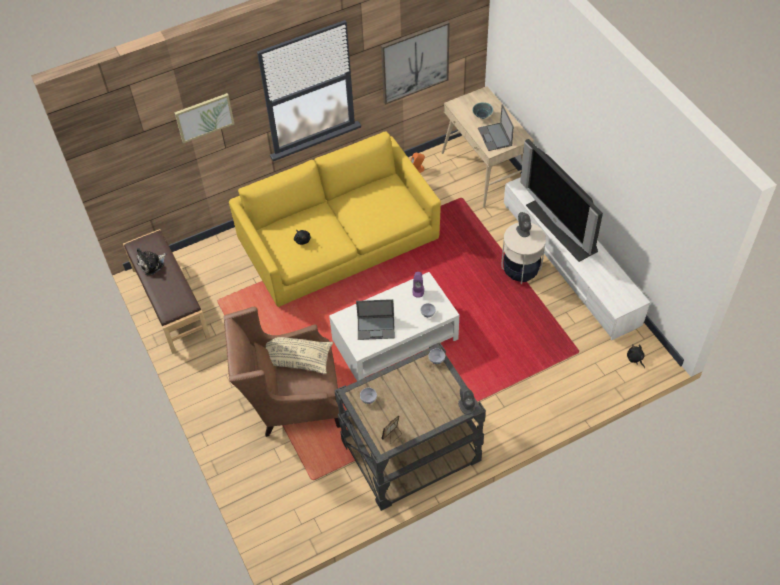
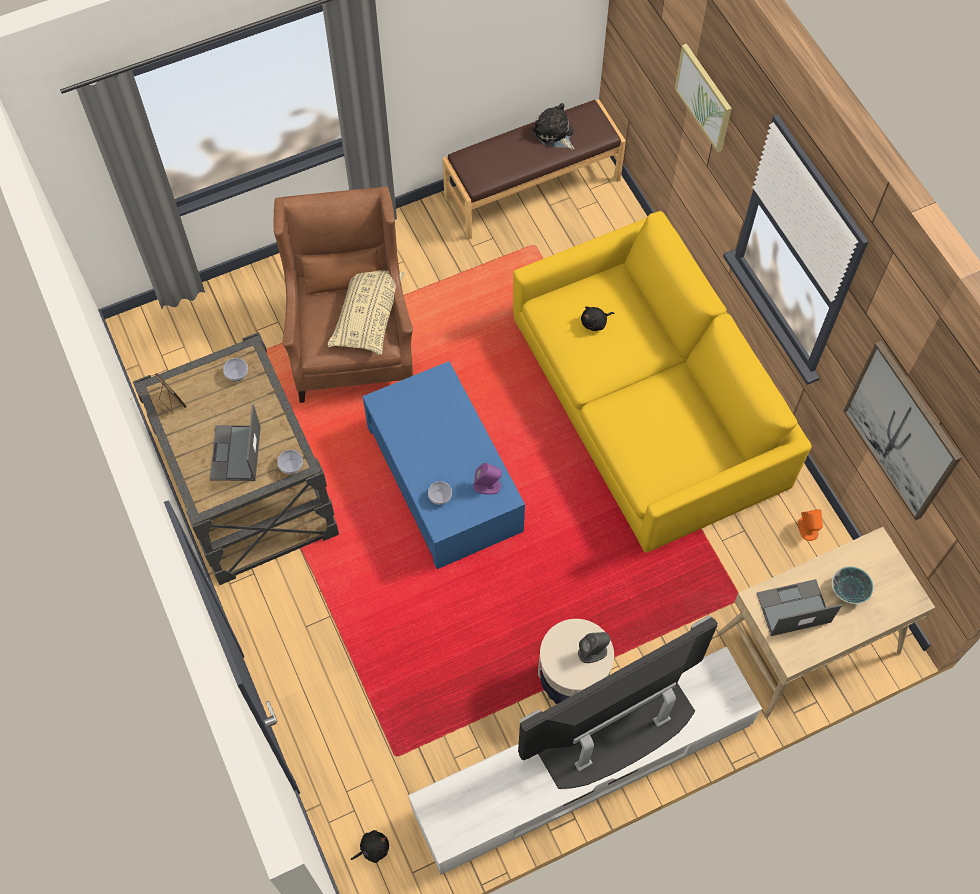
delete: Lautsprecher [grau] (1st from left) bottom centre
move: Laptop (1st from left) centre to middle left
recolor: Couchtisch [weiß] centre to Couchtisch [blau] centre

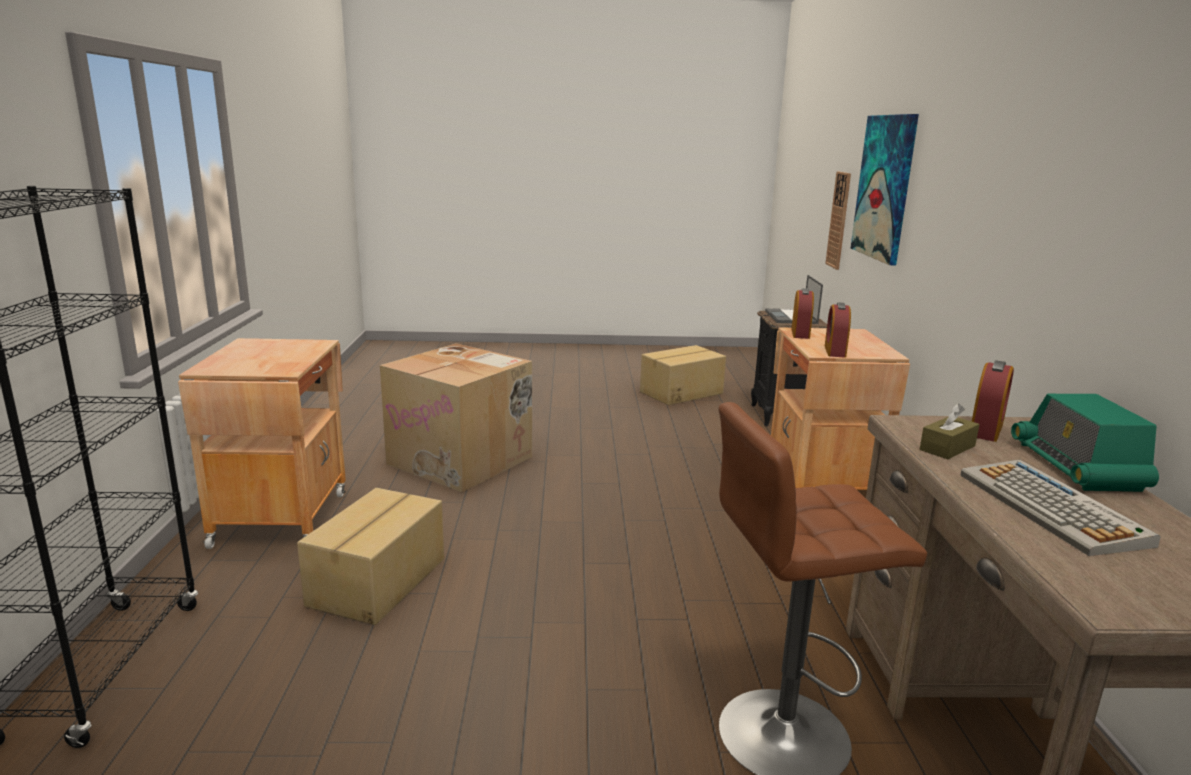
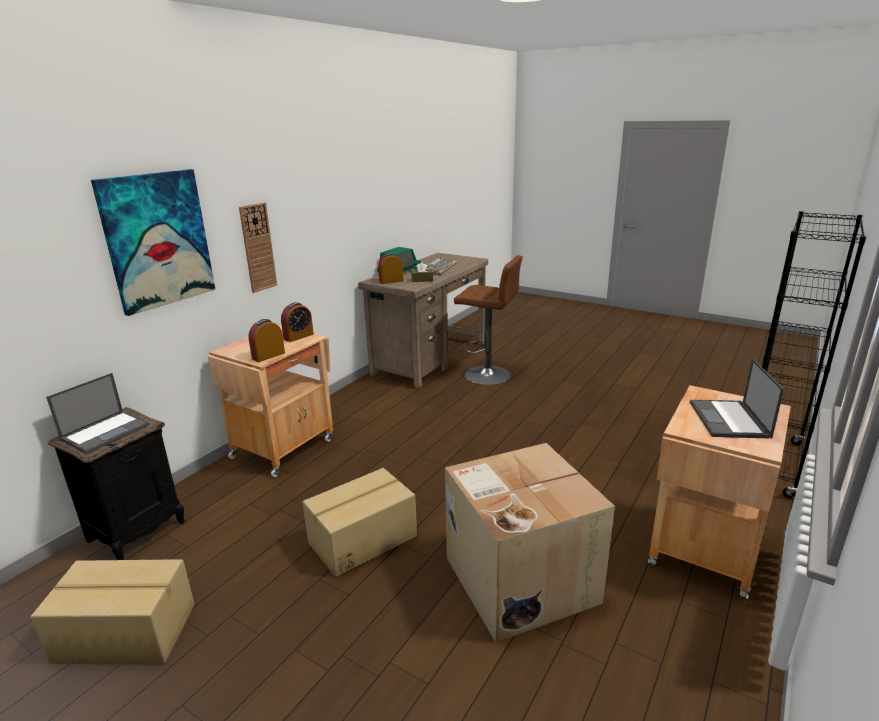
insert: Laptop (2nd from left) middle right
move: Wanduhr top right to middle left; Karton (1st from left in the first image) bottom left to Karton (2nd from left) bottom centre

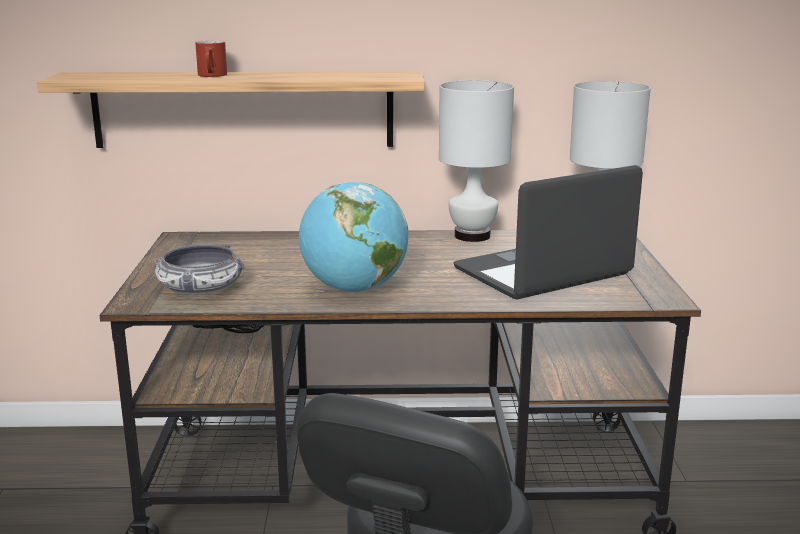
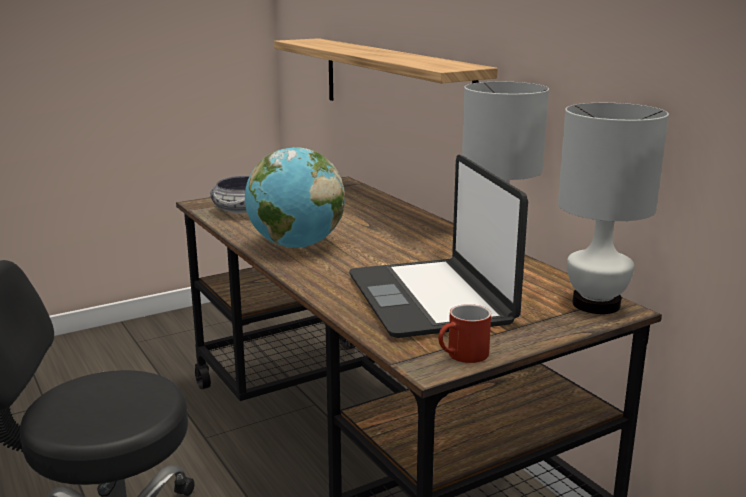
move: Henkelbecher [rot] top left to bottom centre
rotate: Laptop middle right = centre 135 degrees counterclockwise

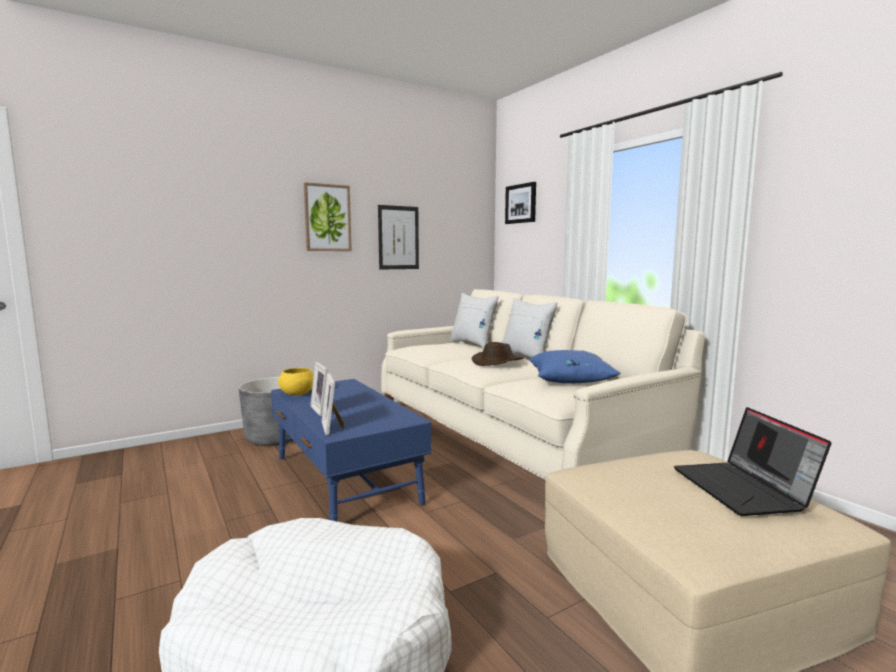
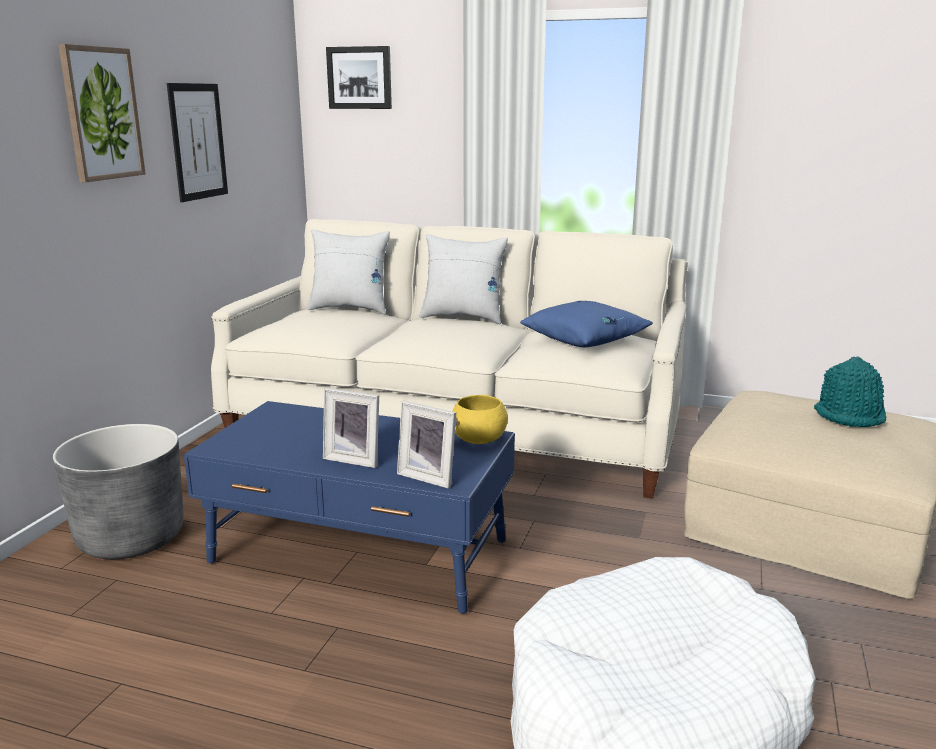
delete: Hut [braun] centre
move: Schüssel [gelb] middle left to centre
replace: Laptop bottom right to Hut [türkis] middle right

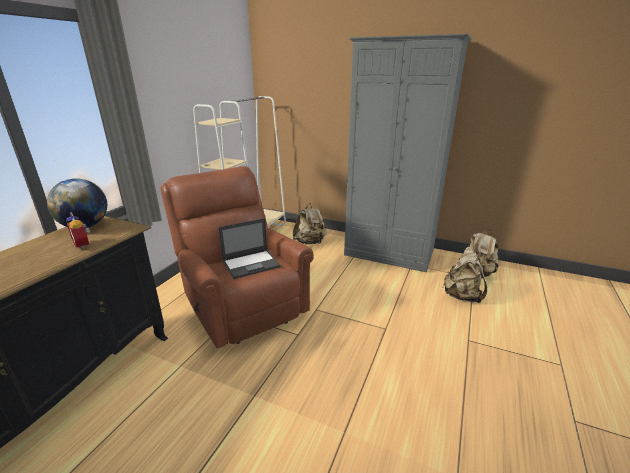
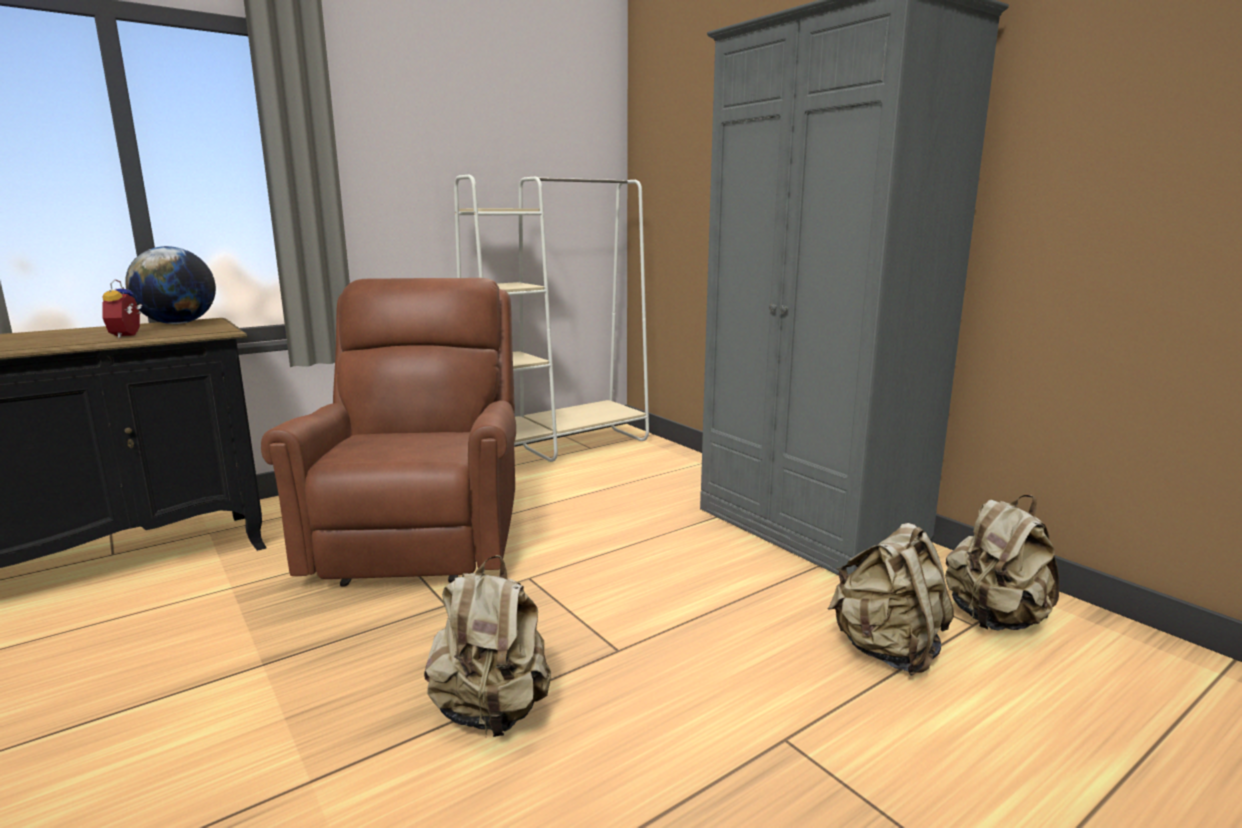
delete: Laptop centre
move: Rucksack [beige] (1st from left) centre to bottom centre

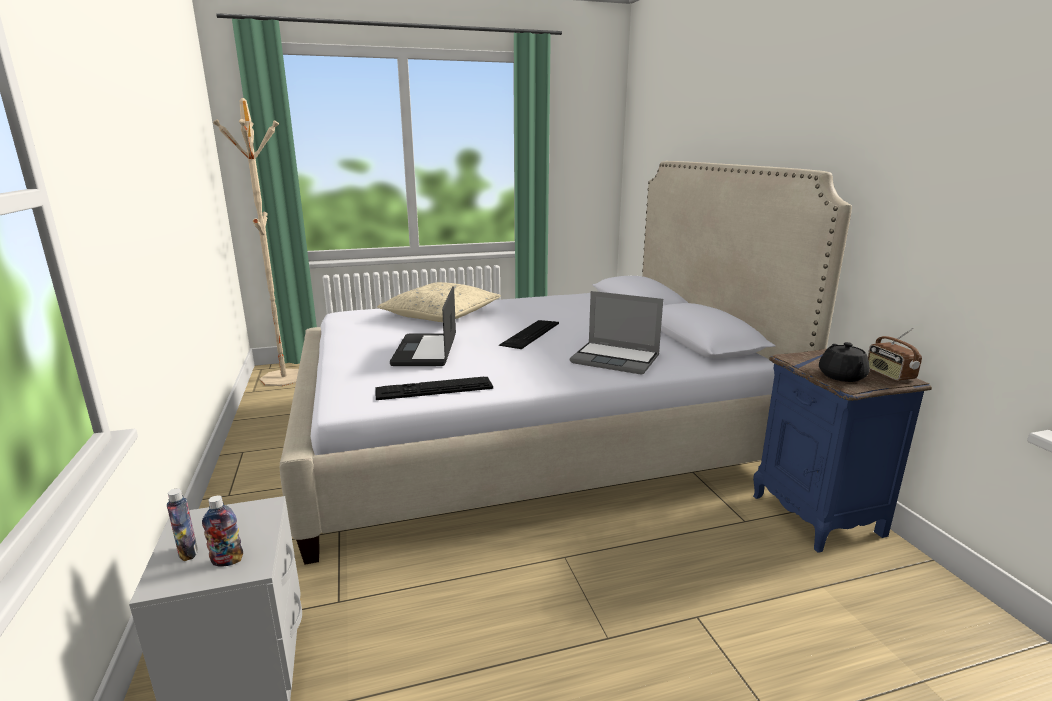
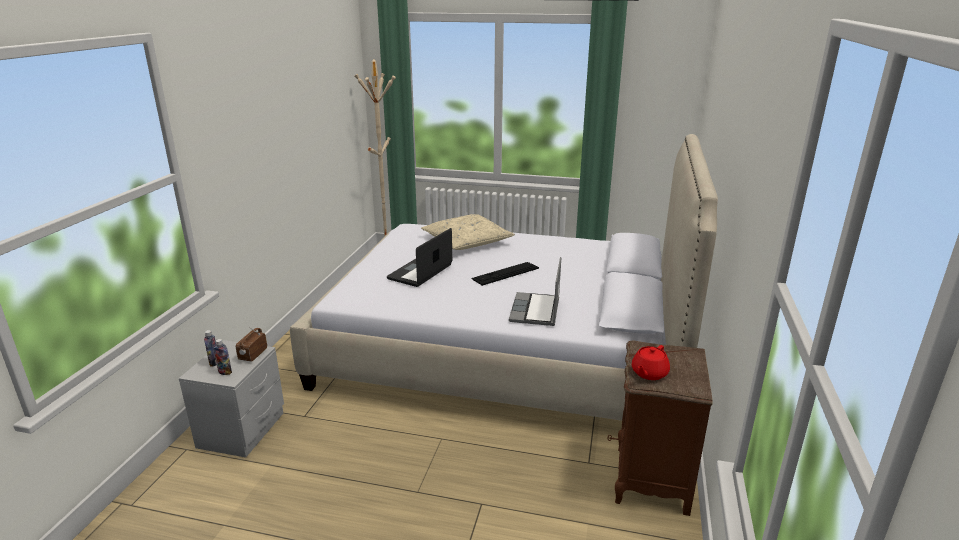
delete: Tastatur (1st from left) centre
move: Radio middle right to middle left
recolor: Nachttisch [blau] middle right to Nachttisch [braun] bottom right; Teekanne [schwarz] middle right to Teekanne [rot] bottom right
rotate: Laptop (2nd from left) centre = centre 45 degrees clockwise

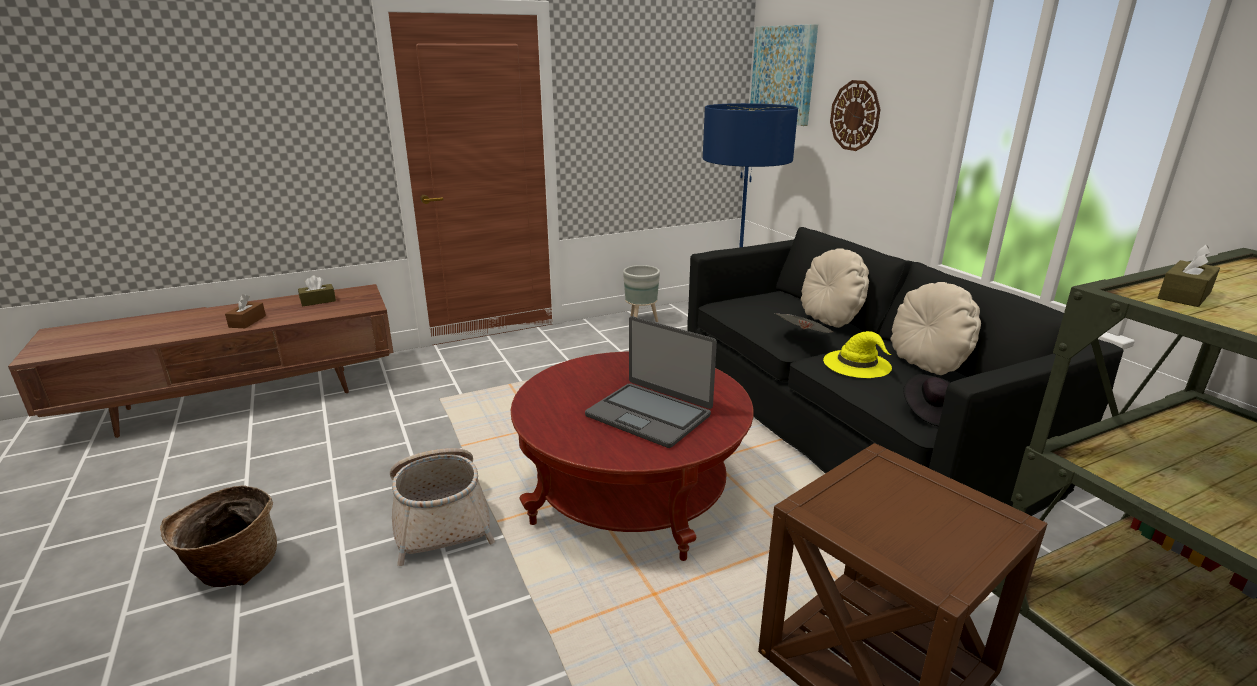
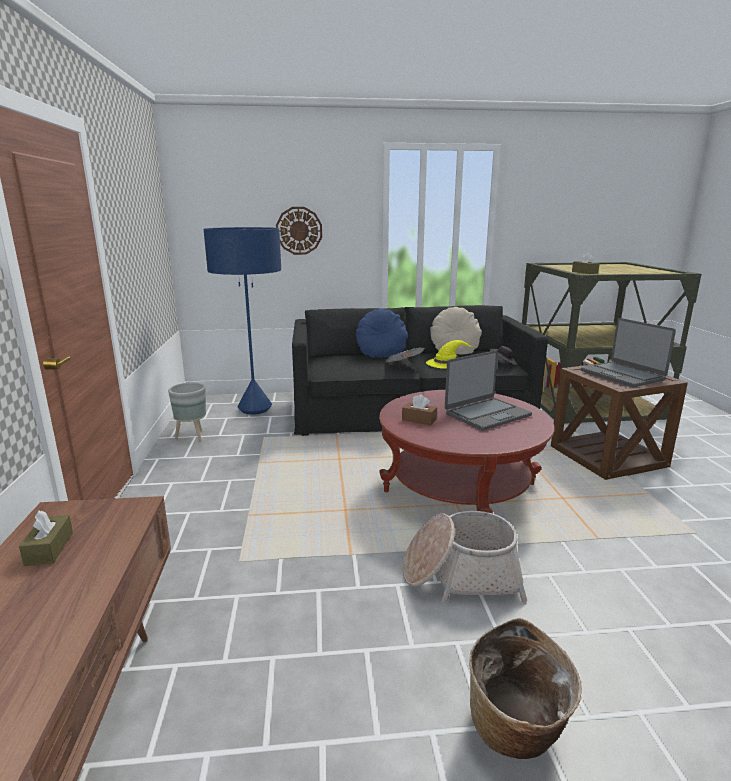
delete: Bild top centre
insert: Laptop (2nd from left) middle right
move: Taschentuchbox [braun] (1st from left in the first image) middle left to Taschentuchbox [braun] (2nd from left) centre
recolor: Kissen [beige] (1st from left) centre to Kissen [blau] centre

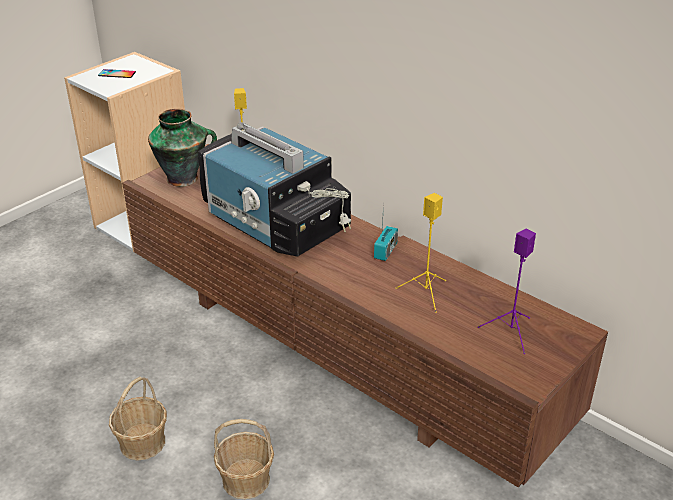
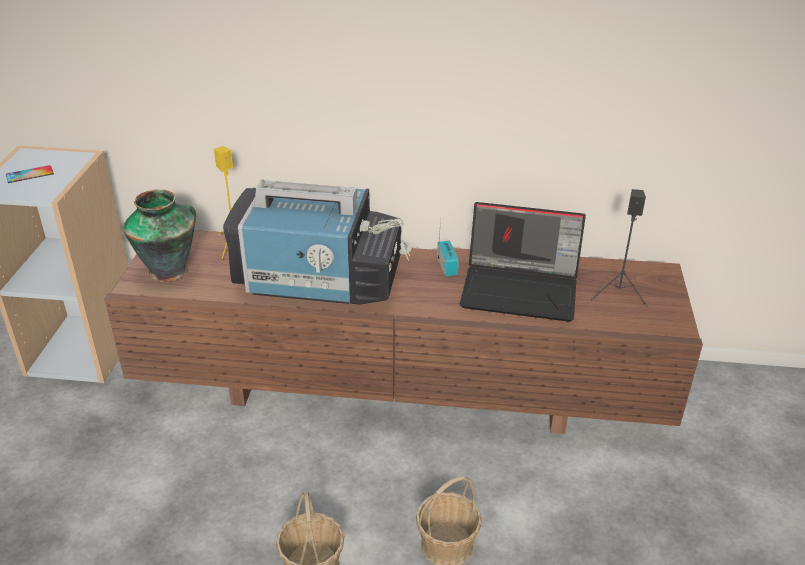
replace: Lautsprecher [gelb] (2nd from left) centre to Laptop centre
recolor: Lautsprecher [lila] middle right to Lautsprecher [schwarz] middle right

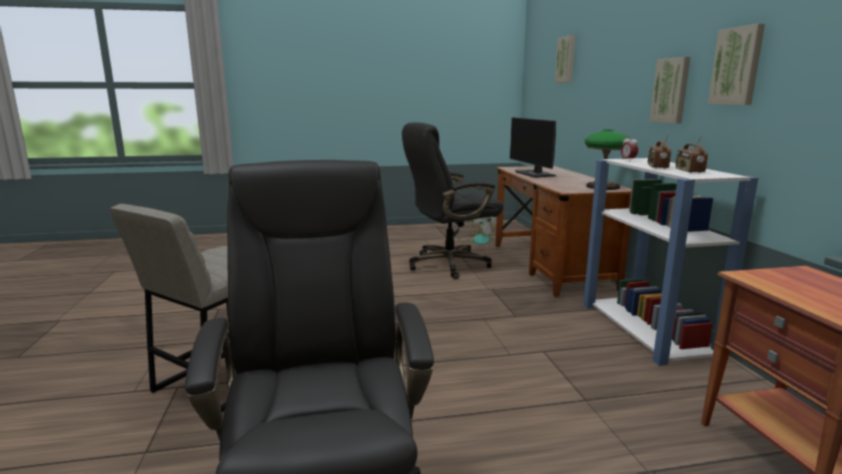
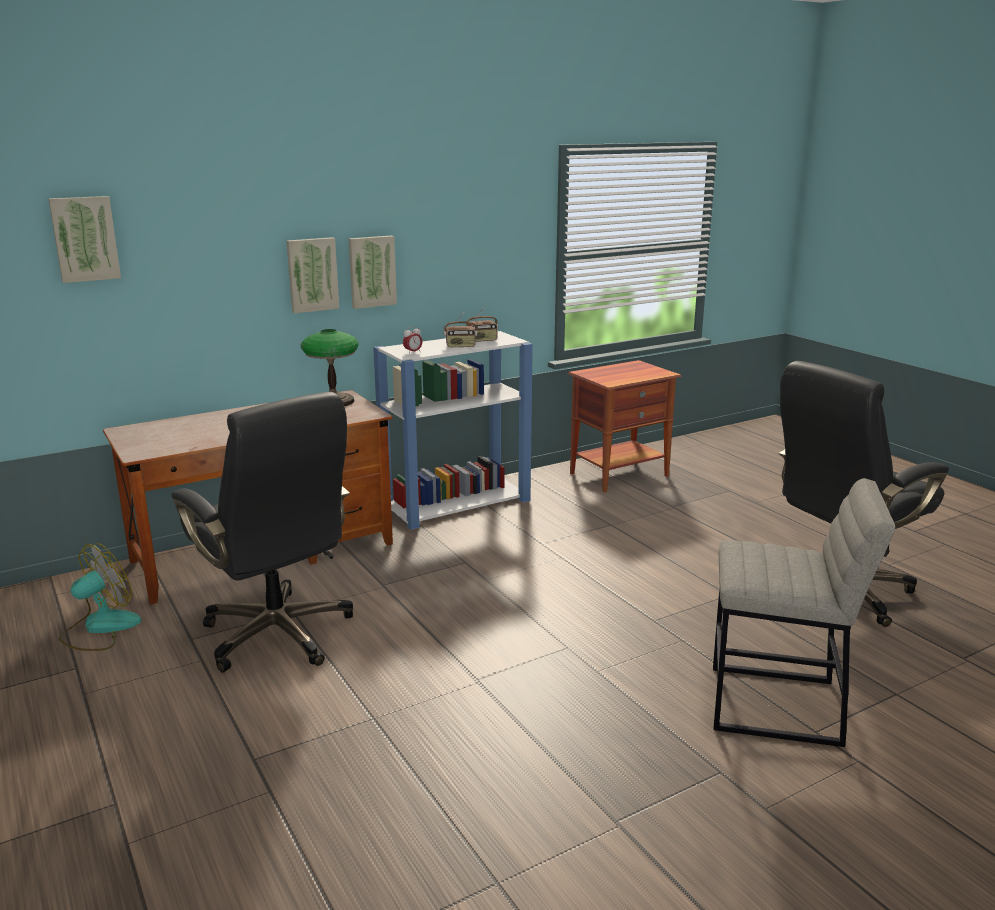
delete: Monitor top centre
move: Bild (3rd from left in the first image) top right to Bild (2nd from left) top left

